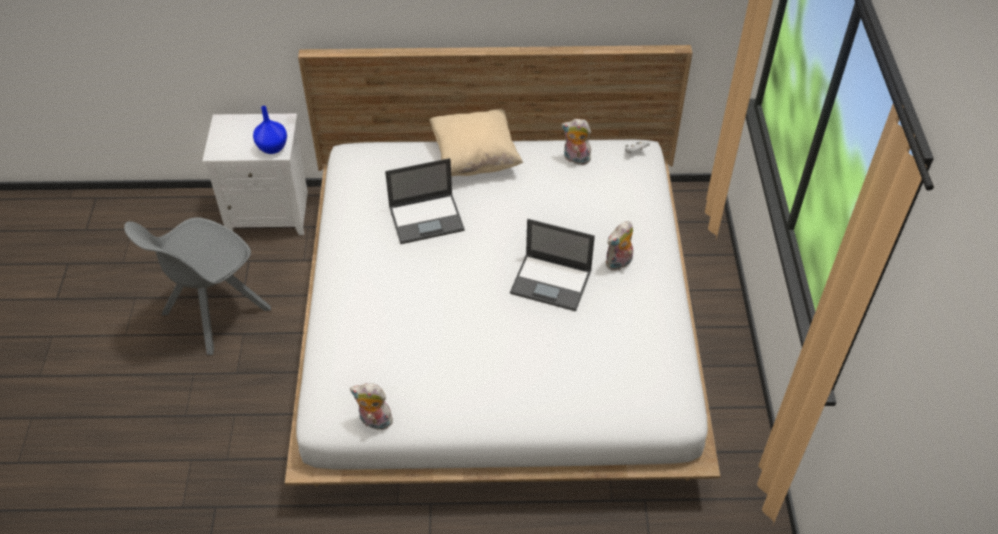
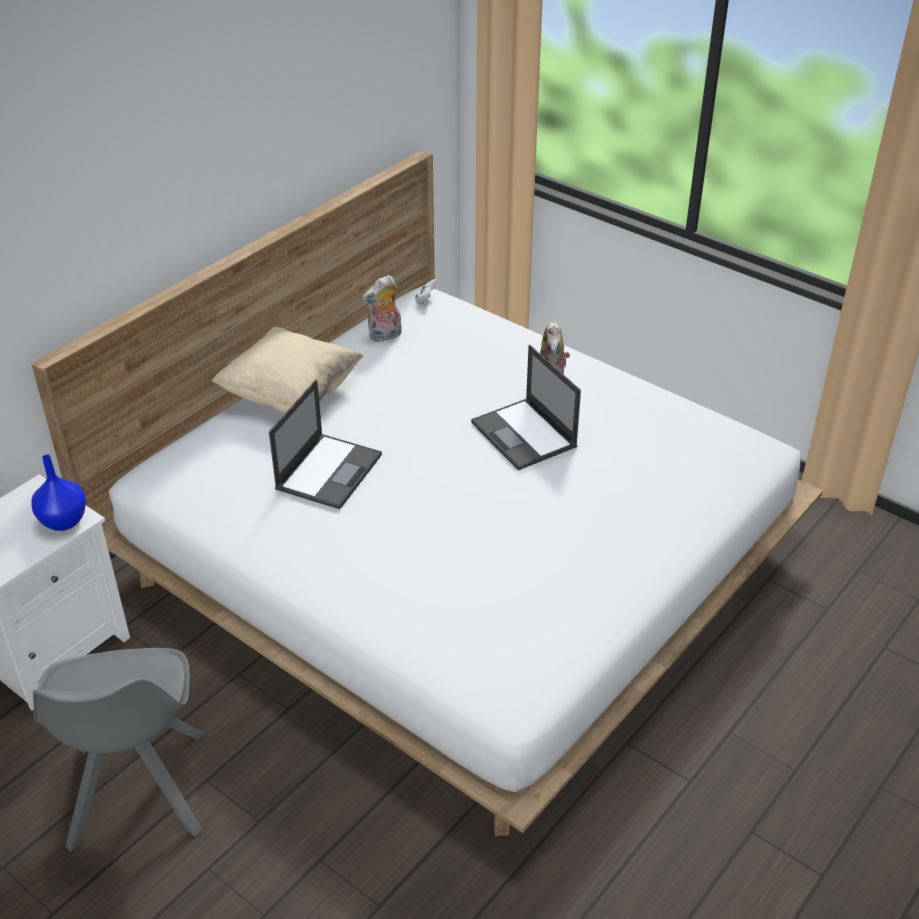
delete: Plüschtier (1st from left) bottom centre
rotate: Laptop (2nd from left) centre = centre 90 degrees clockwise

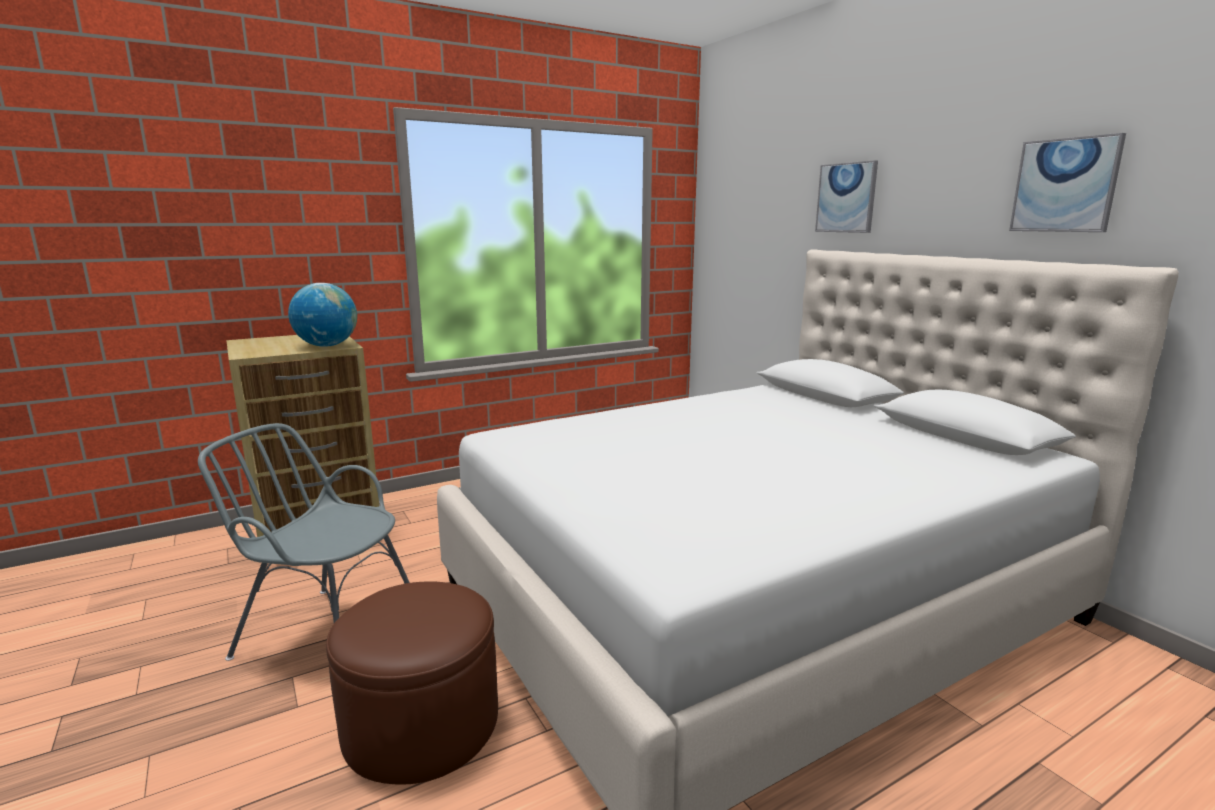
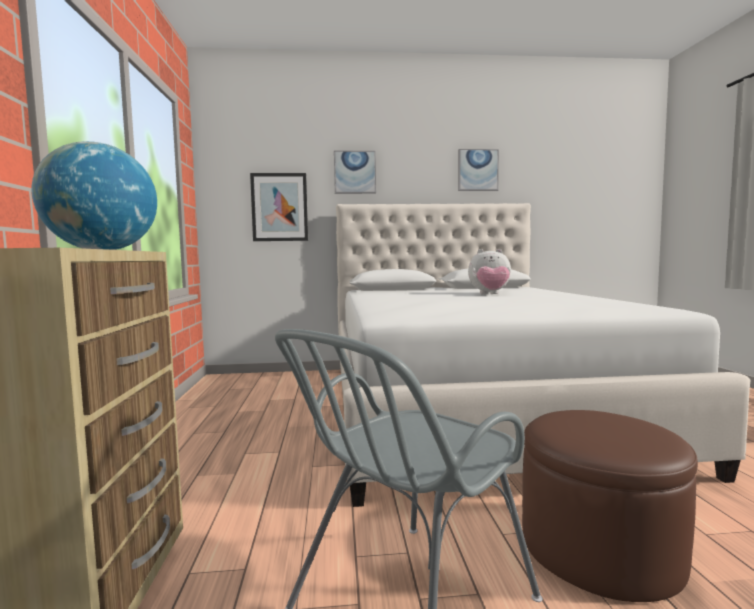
insert: Bild (1st from left) centre; Plüschtier centre

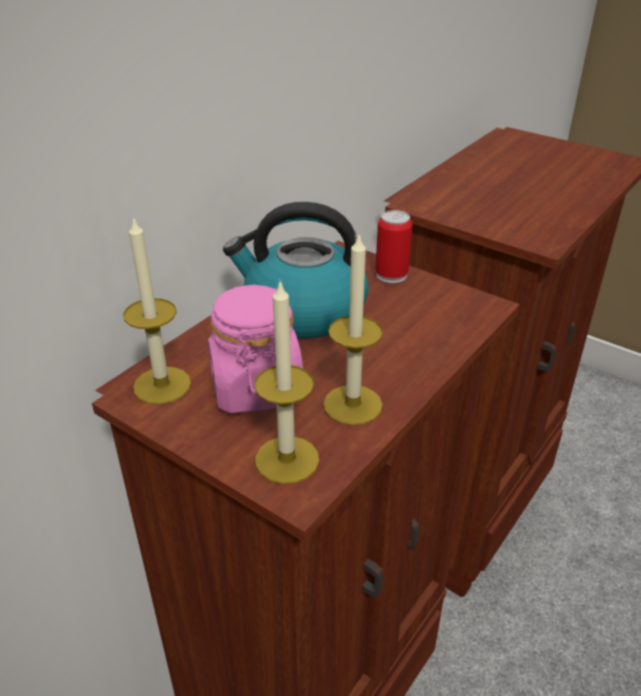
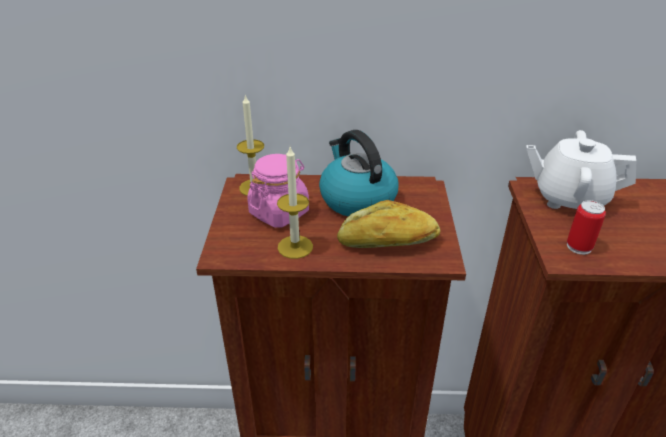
delete: Kerze (2nd from left) centre
insert: Brot centre; Teekanne [weiß] middle right
move: Dose centre to middle right

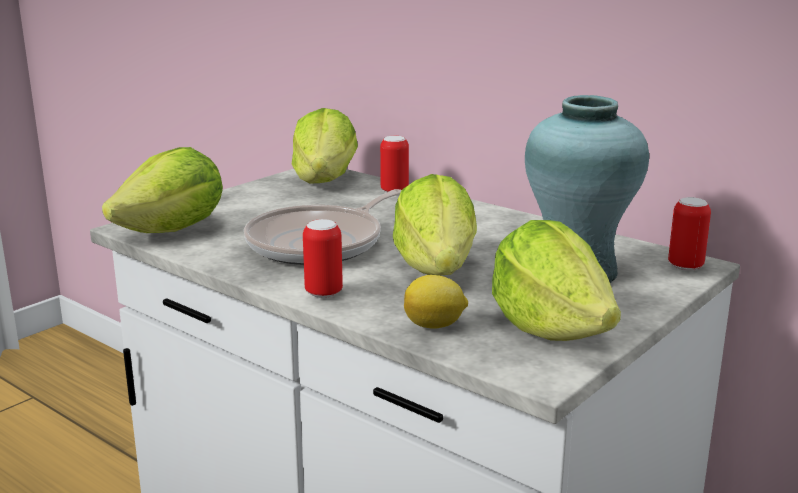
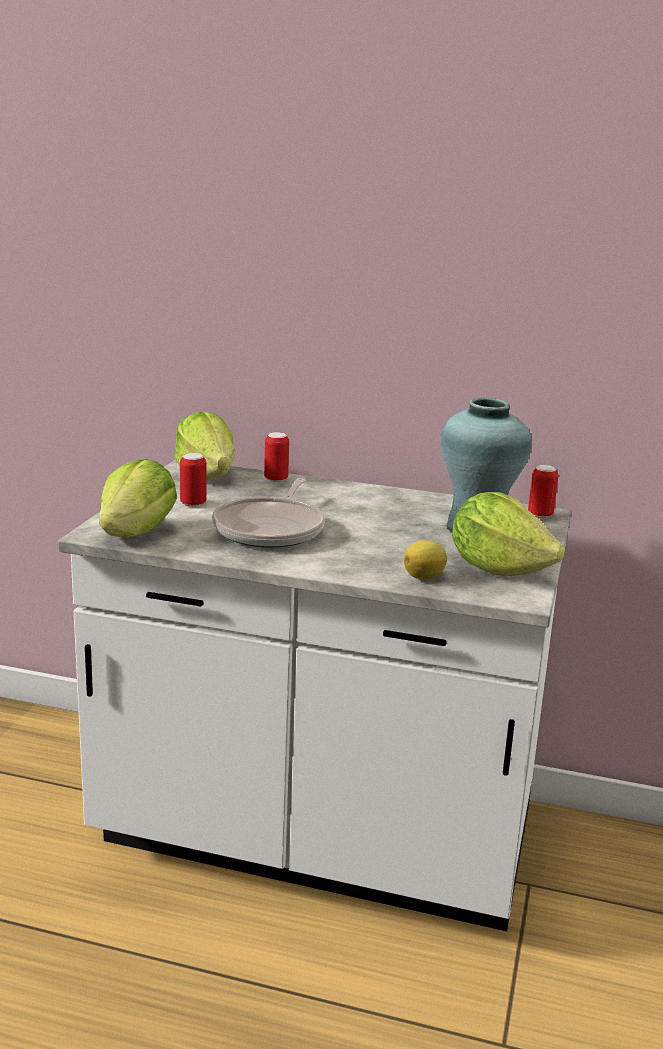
delete: Salatkopf (3rd from left) centre
move: Dose (1st from left) centre to middle left

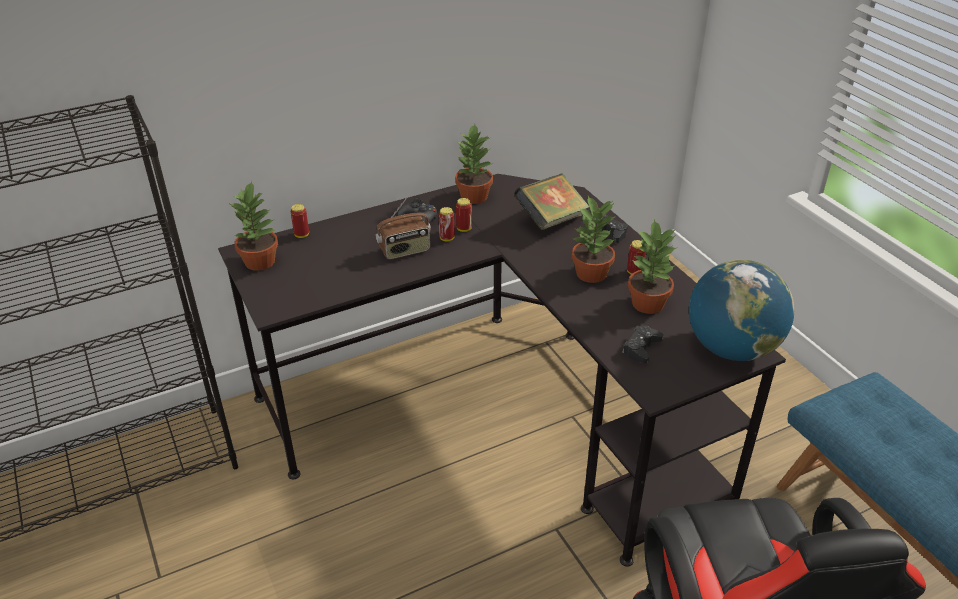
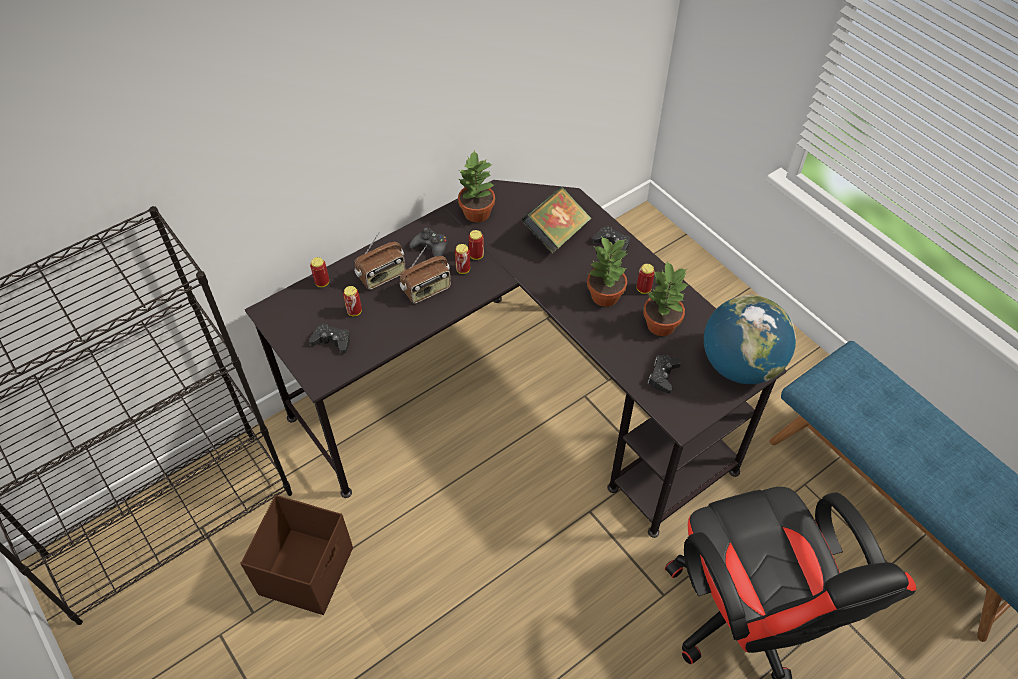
delete: Topfpflanze (1st from left) middle left
insert: Aufbewahrungsbox [braun] bottom left; Gamepad [schwarz] (1st from left) middle left; Dose (2nd from left) centre; Radio (1st from left) centre

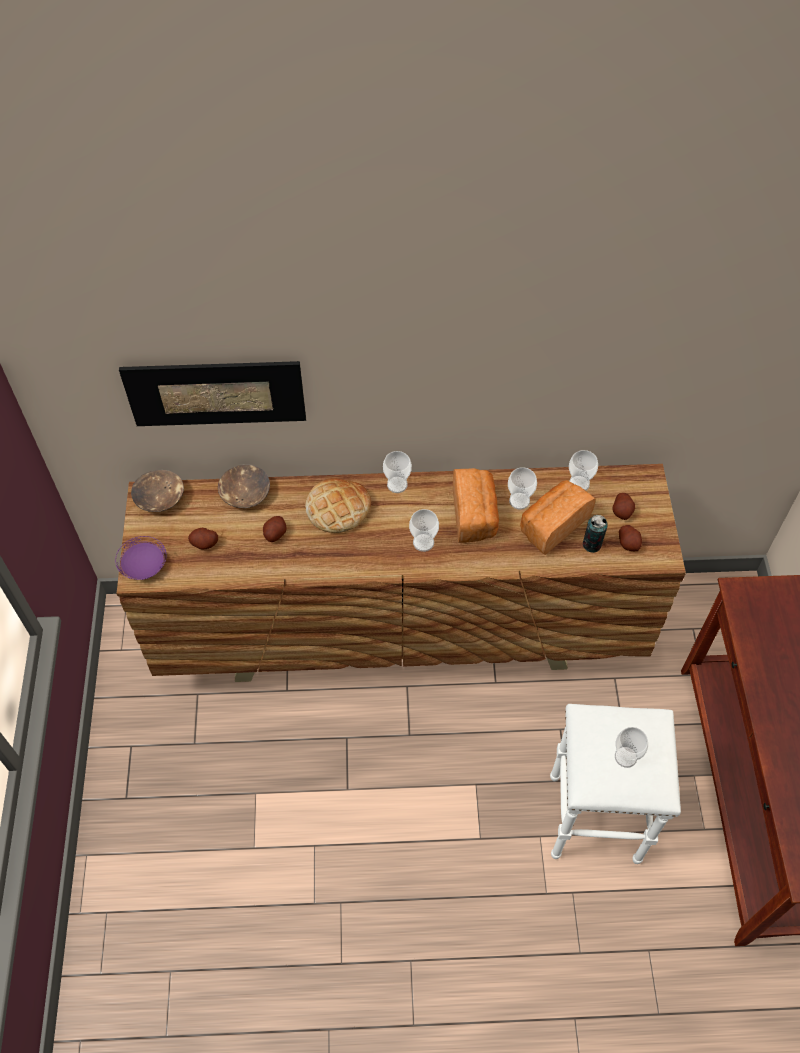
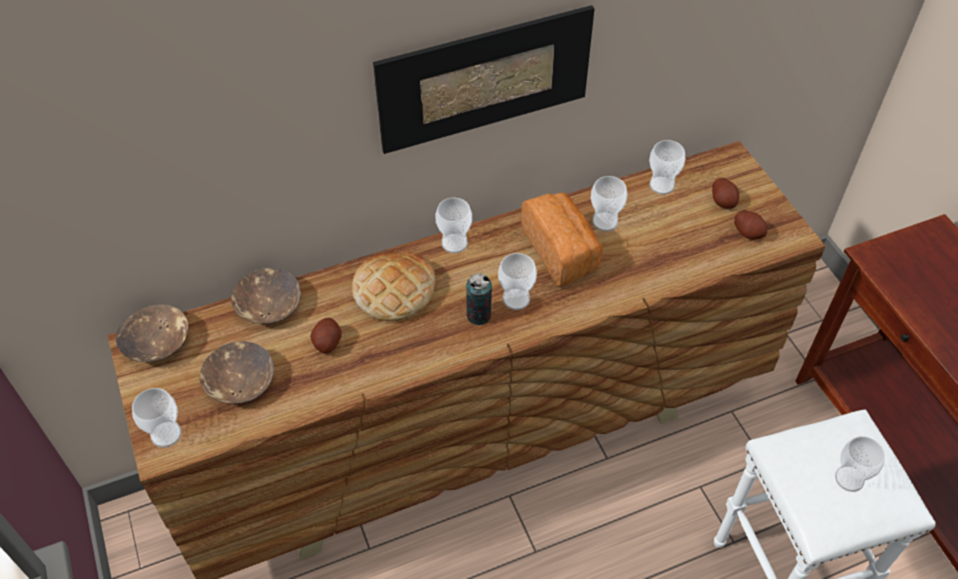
delete: Brot (3rd from left) middle right
move: Bild middle left to top centre; Dose middle right to centre
replace: Teller [lila] middle left to Tasse (1st from left) bottom left; Kartoffel (1st from left) middle left to Schüssel [braun] (2nd from left) middle left

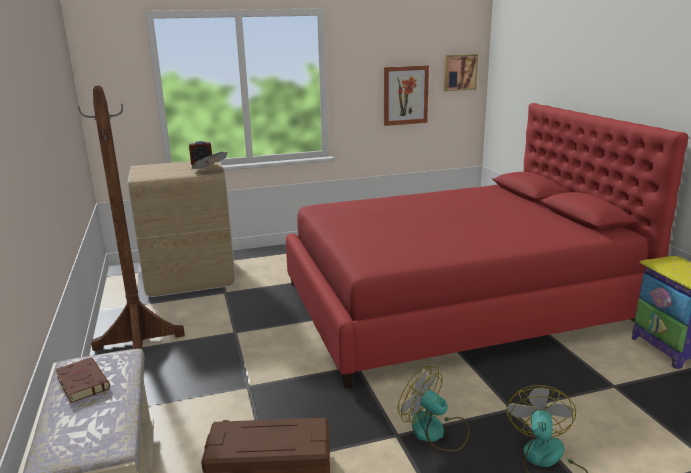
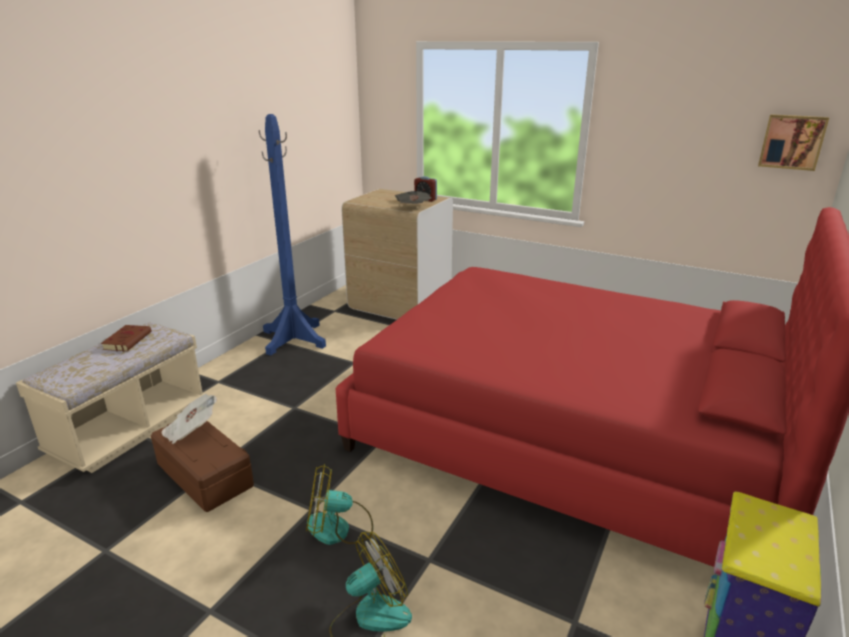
delete: Bild (1st from left) top centre
insert: Zeitung (1st from left) middle left
recolor: Kleiderständer [braun] middle left to Kleiderständer [blau] centre
rotate: Ventilator (1st from left) bottom centre = bottom centre 90 degrees counterclockwise

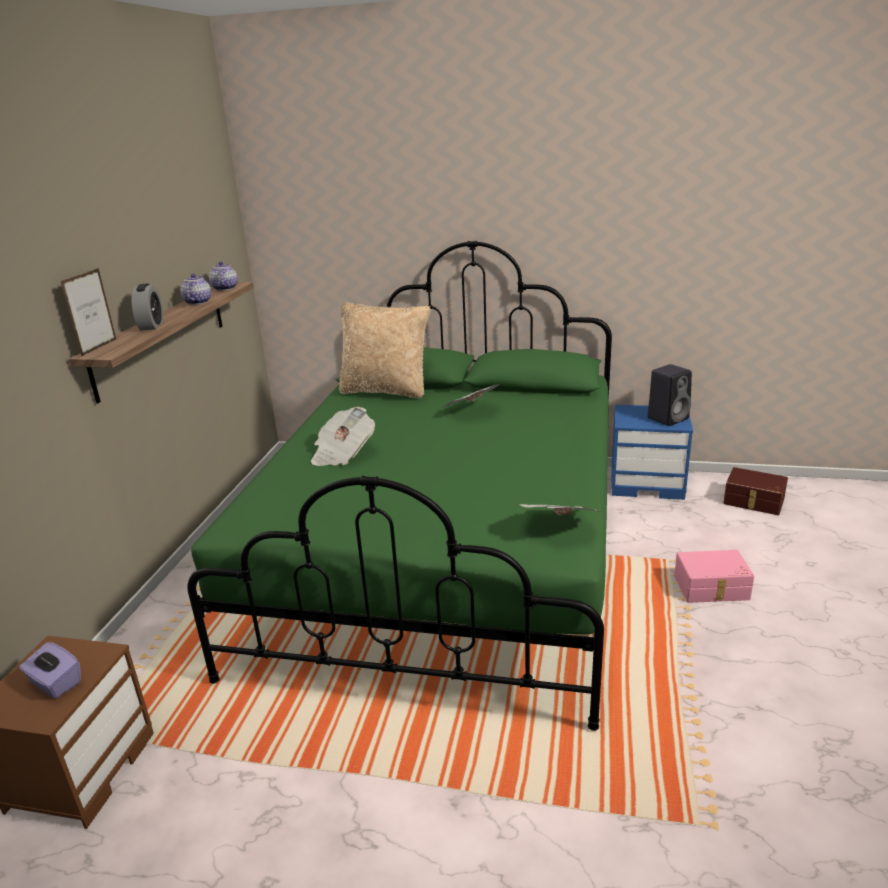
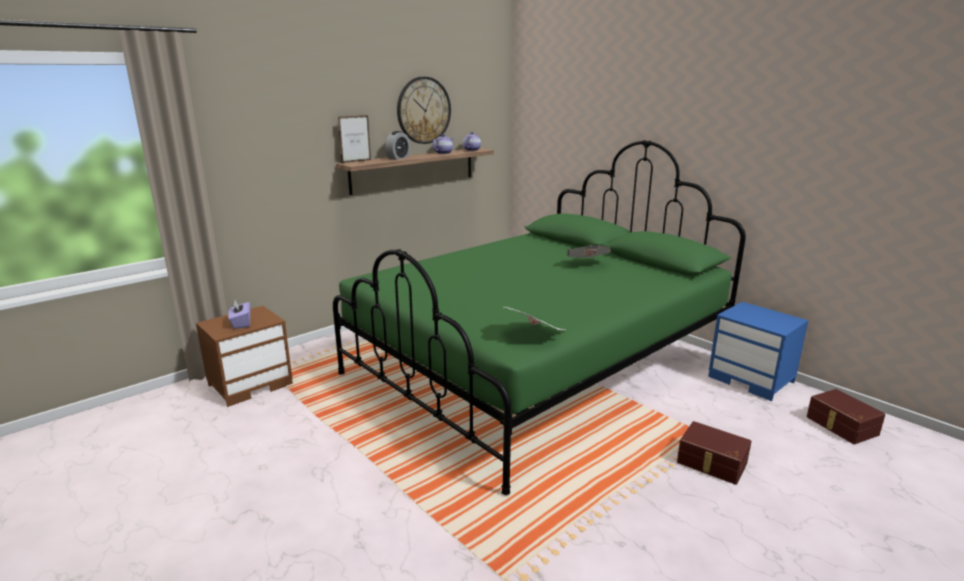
delete: Zeitung (1st from left) centre; Kissen [beige] centre; Lautsprecher [schwarz] middle right
insert: Wanduhr top centre
recolor: Aufbewahrungsbox [rosa] middle right to Aufbewahrungsbox [braun] (1st from left) bottom right

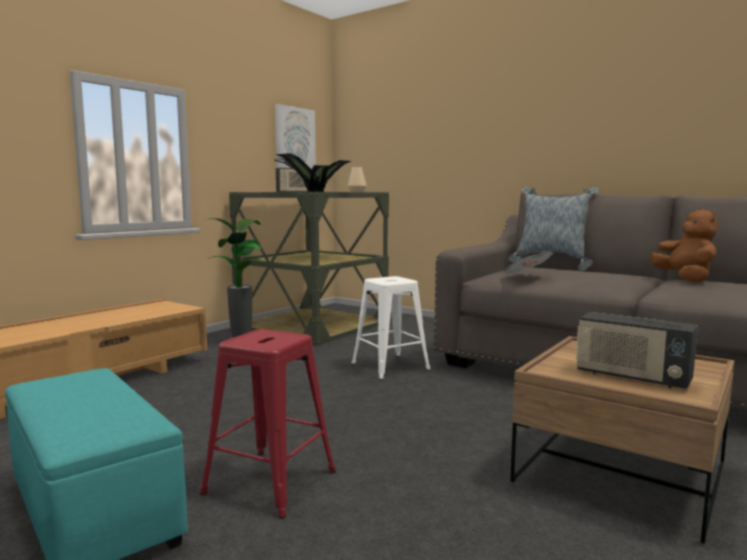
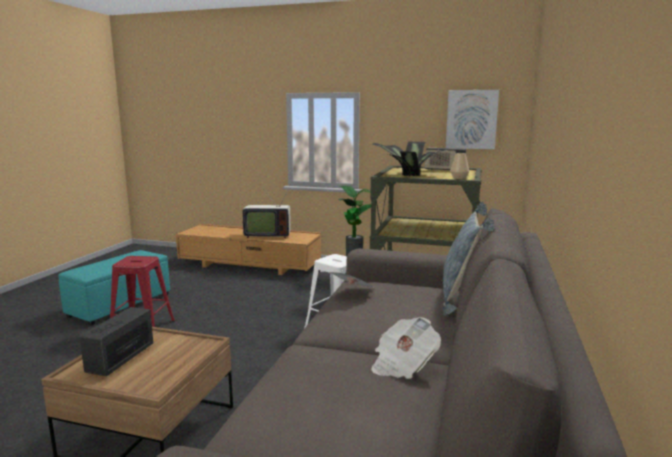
insert: Fernseher centre
replace: Plüschtier [braun] middle right to Zeitung (2nd from left) bottom centre

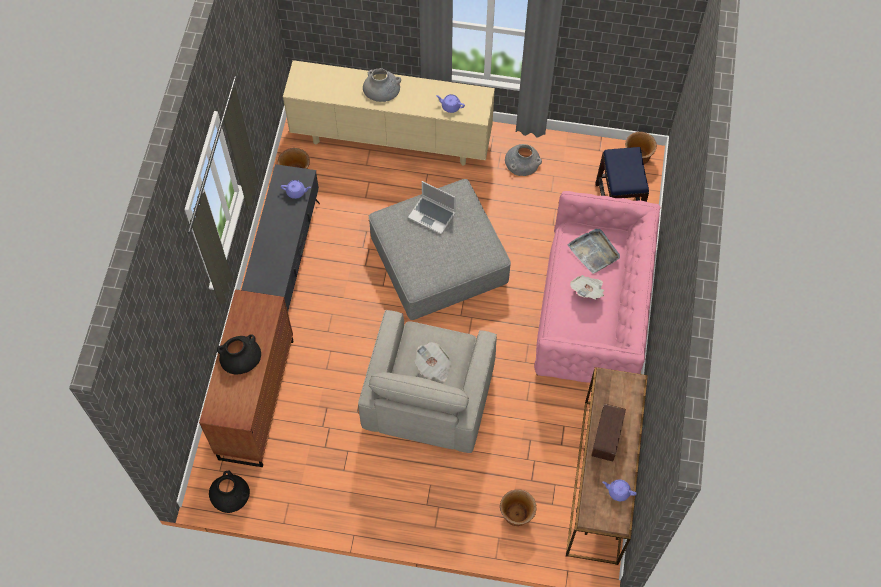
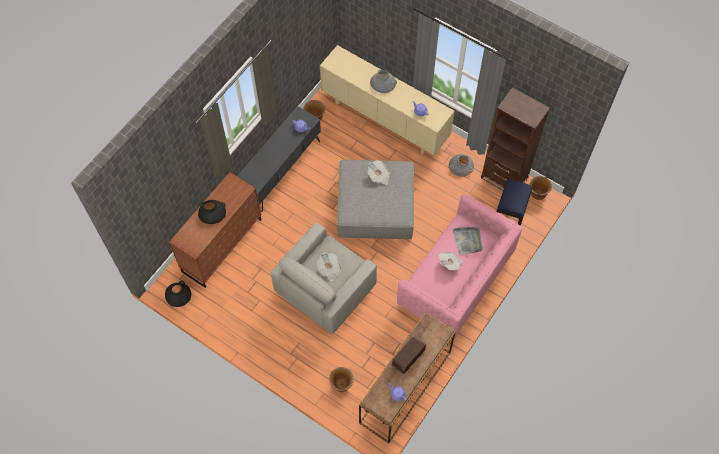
insert: Bücherregal [braun] top right
replace: Laptop centre to Zeitung (2nd from left) centre

